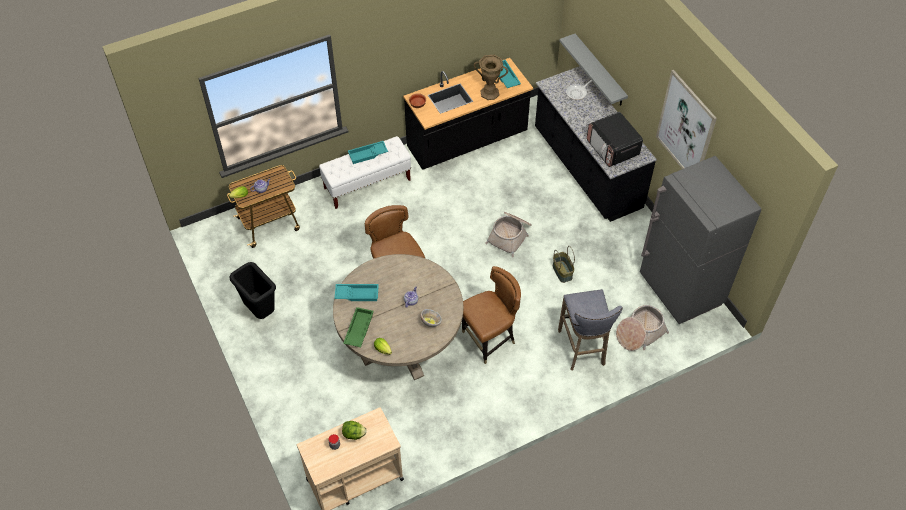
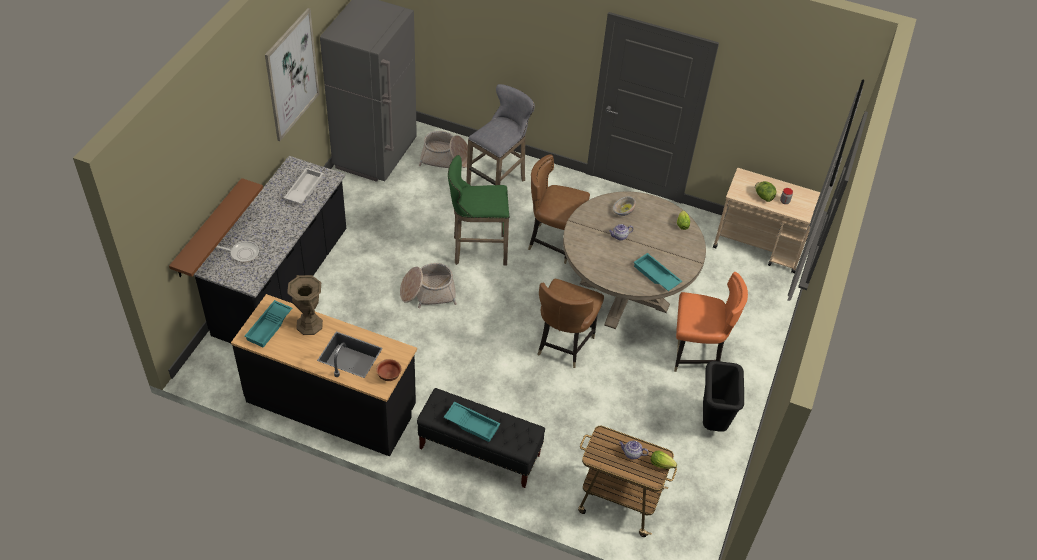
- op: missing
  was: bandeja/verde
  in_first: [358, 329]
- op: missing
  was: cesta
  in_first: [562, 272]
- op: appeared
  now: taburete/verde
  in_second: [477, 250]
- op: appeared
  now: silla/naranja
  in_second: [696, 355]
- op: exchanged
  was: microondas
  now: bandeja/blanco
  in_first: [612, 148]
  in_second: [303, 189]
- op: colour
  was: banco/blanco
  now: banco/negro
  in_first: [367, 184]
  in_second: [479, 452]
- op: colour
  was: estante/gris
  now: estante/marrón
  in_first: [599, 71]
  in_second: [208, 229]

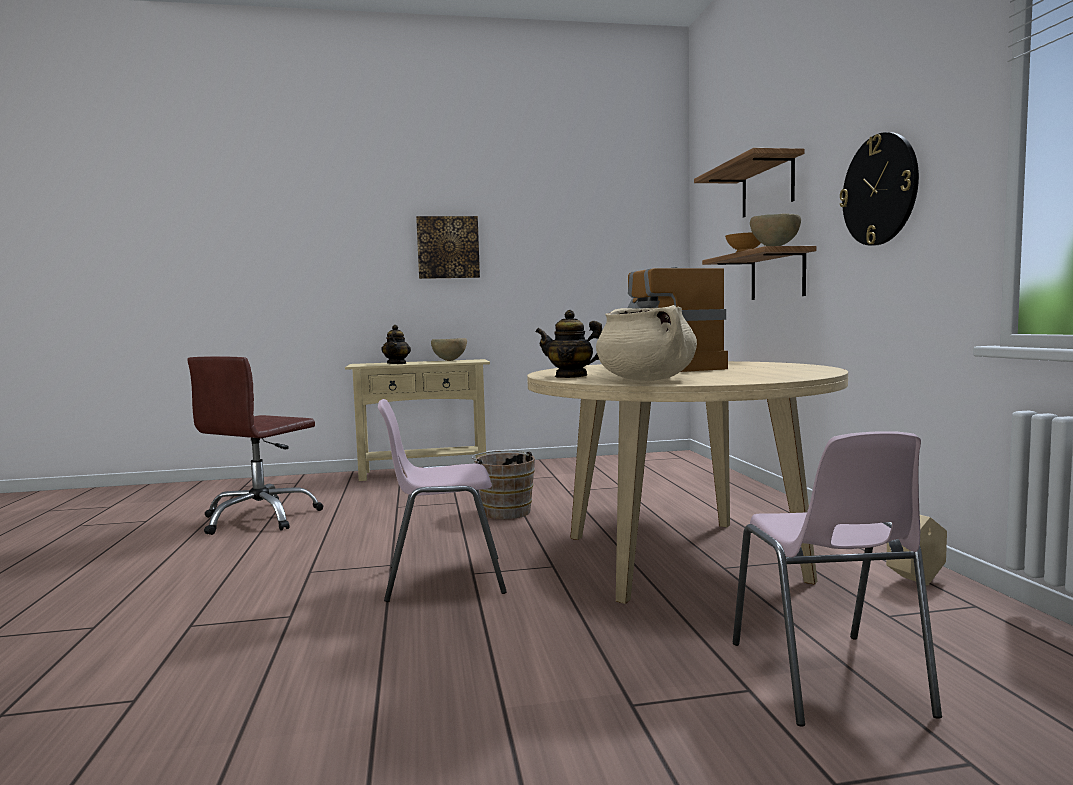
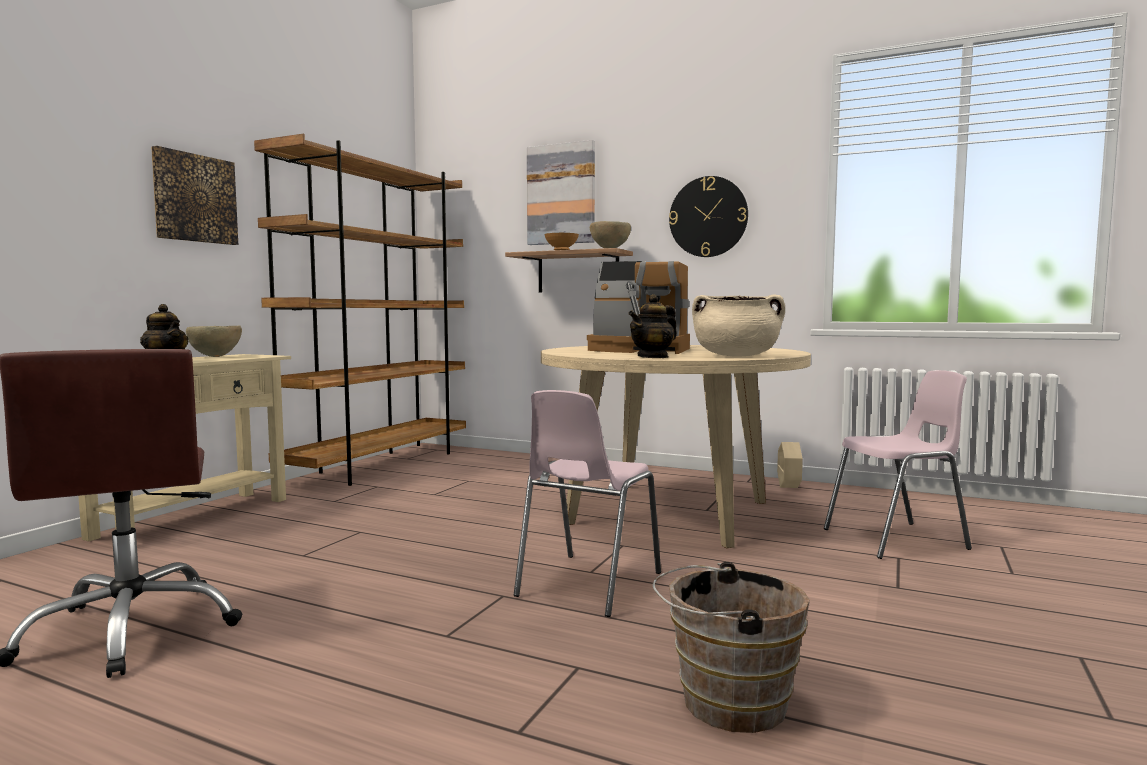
- op: appeared
  now: estantería/marrón
  in_second: [380, 465]
- op: relocated
  was: cubo/marrón
  in_first: [504, 511]
  in_second: [725, 701]
- op: exchanged
  was: estante
  now: cuadro
  in_first: [767, 187]
  in_second: [561, 194]
- op: spun
  was: silla/rosa
  in_first: [827, 678]
  in_second: [897, 540]
  clockwise: -45

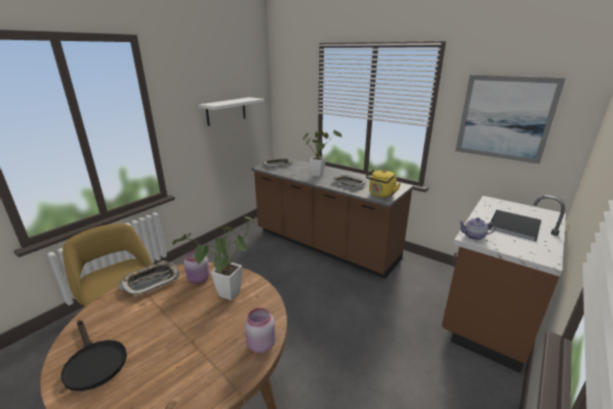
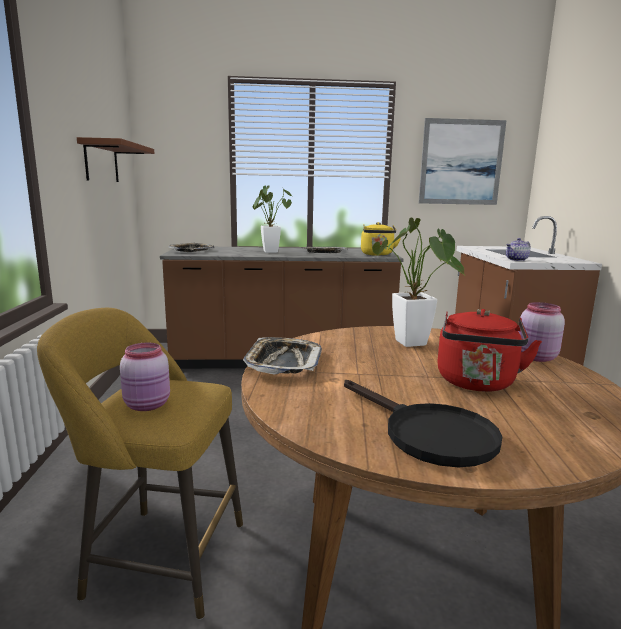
- op: appeared
  now: hervidor/rojo
  in_second: [476, 384]
- op: relocated
  was: tarro/rosa
  in_first: [199, 279]
  in_second: [148, 405]
- op: colour
  was: estante/blanco
  now: estante/marrón
  in_first: [226, 111]
  in_second: [101, 162]
- op: spun
  was: sartén/negro
  in_first: [93, 362]
  in_second: [427, 434]
  clockwise: 45

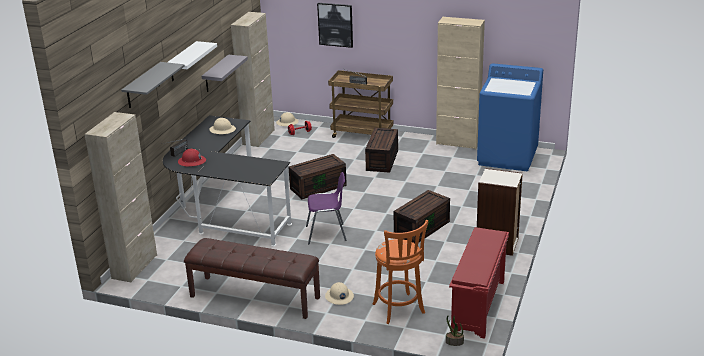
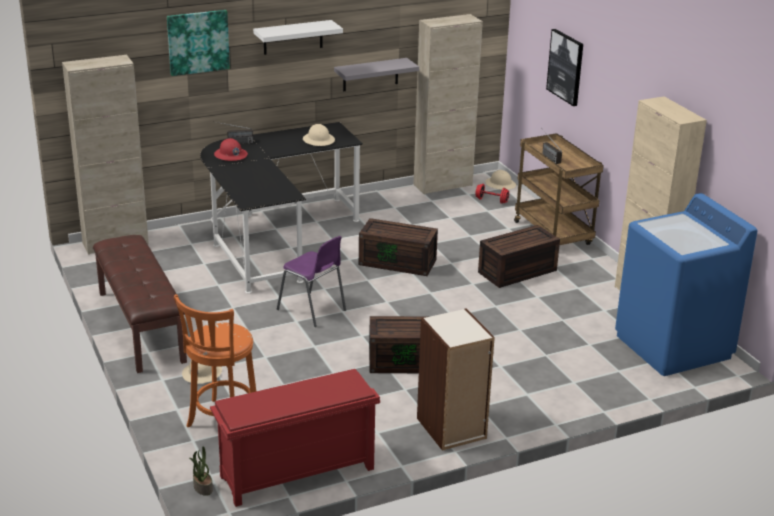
- op: exchanged
  was: estante/gris
  now: cuadro
  in_first: [143, 86]
  in_second: [198, 42]

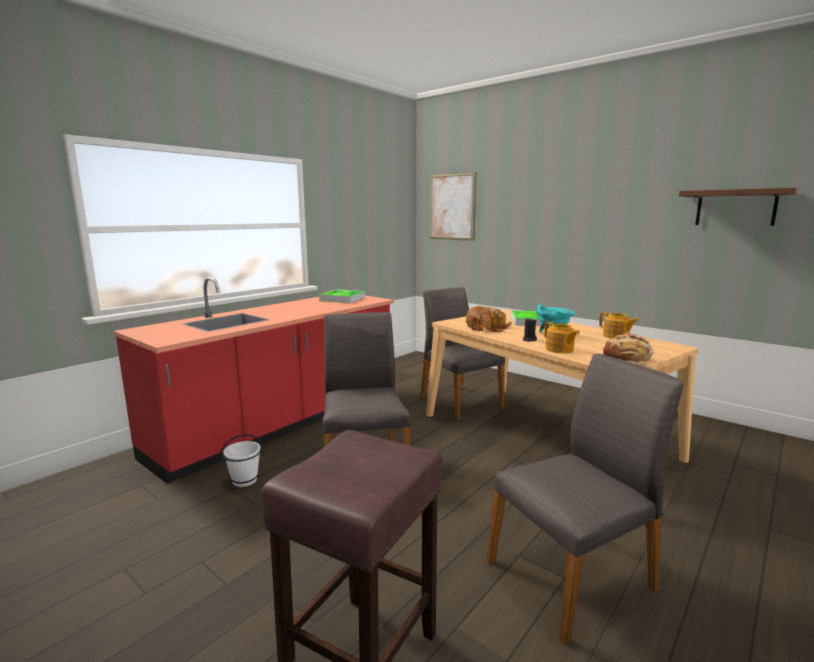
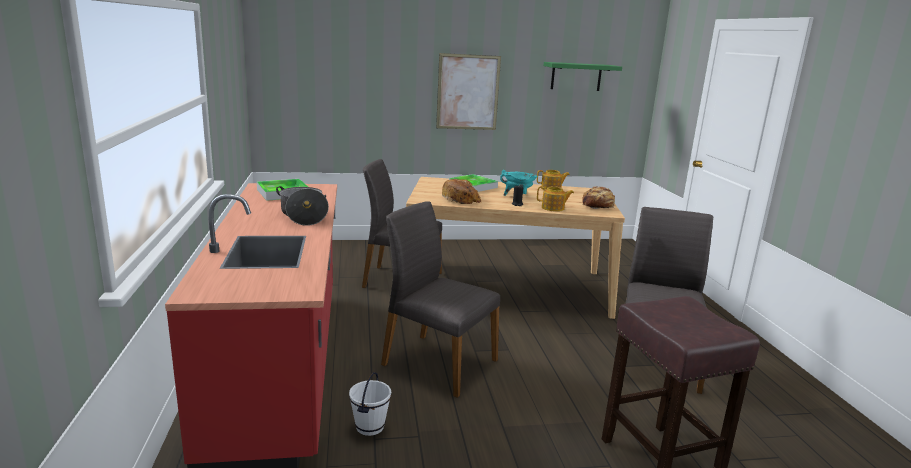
- op: appeared
  now: olla
  in_second: [303, 216]
- op: relocated
  was: cuadro
  in_first: [452, 207]
  in_second: [468, 92]
- op: colour
  was: estante/marrón
  now: estante/verde
  in_first: [735, 208]
  in_second: [576, 76]

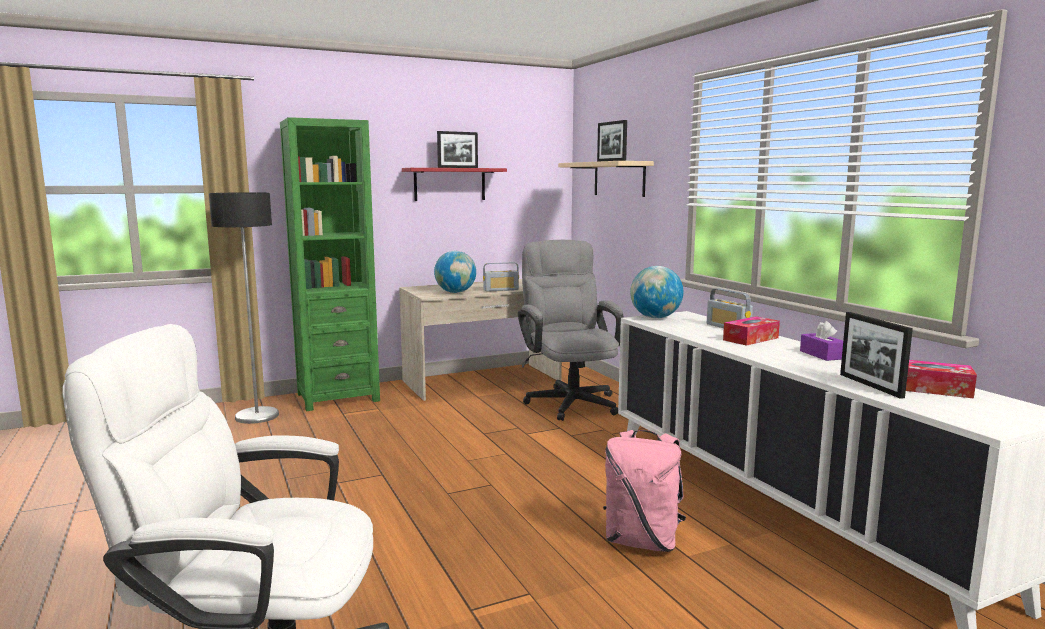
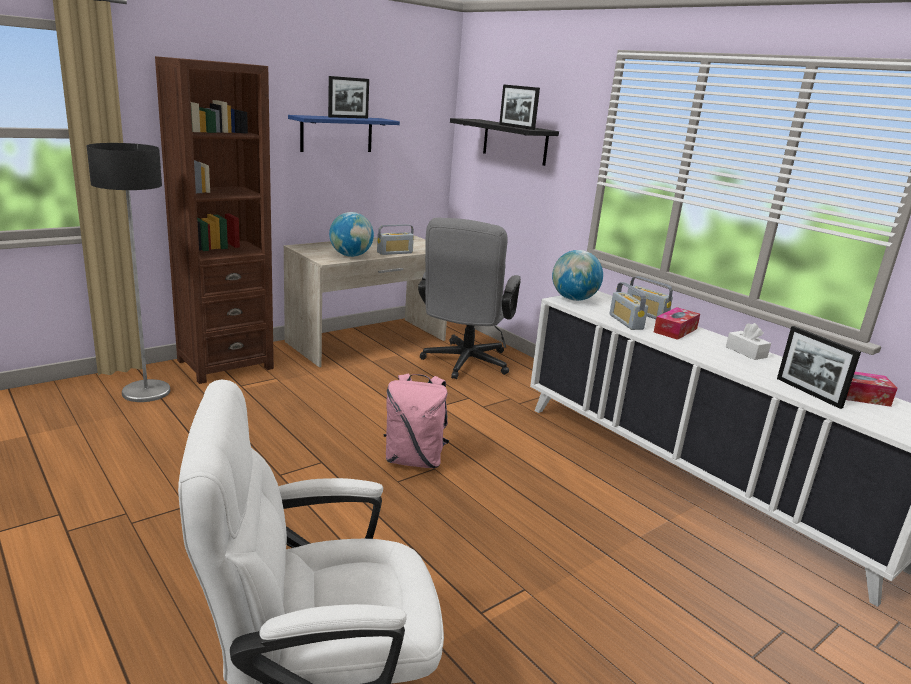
- op: appeared
  now: radio
  in_second: [626, 322]
- op: relocated
  was: mochila/rosa
  in_first: [642, 541]
  in_second: [414, 460]
- op: colour
  was: estantería/verde
  now: estantería/marrón
  in_first: [338, 397]
  in_second: [225, 364]
- op: colour
  was: estante/rojo
  now: estante/azul
  in_first: [449, 184]
  in_second: [336, 134]
- op: colour
  was: estante/beis
  now: estante/negro
  in_first: [619, 179]
  in_second: [515, 142]
- op: colour
  was: caja de pañuelos/morado
  now: caja de pañuelos/blanco
  in_first: [821, 355]
  in_second: [746, 352]
- op: spun
  was: silla de oficina/gris
  in_first: [569, 400]
  in_second: [463, 364]
  clockwise: -135

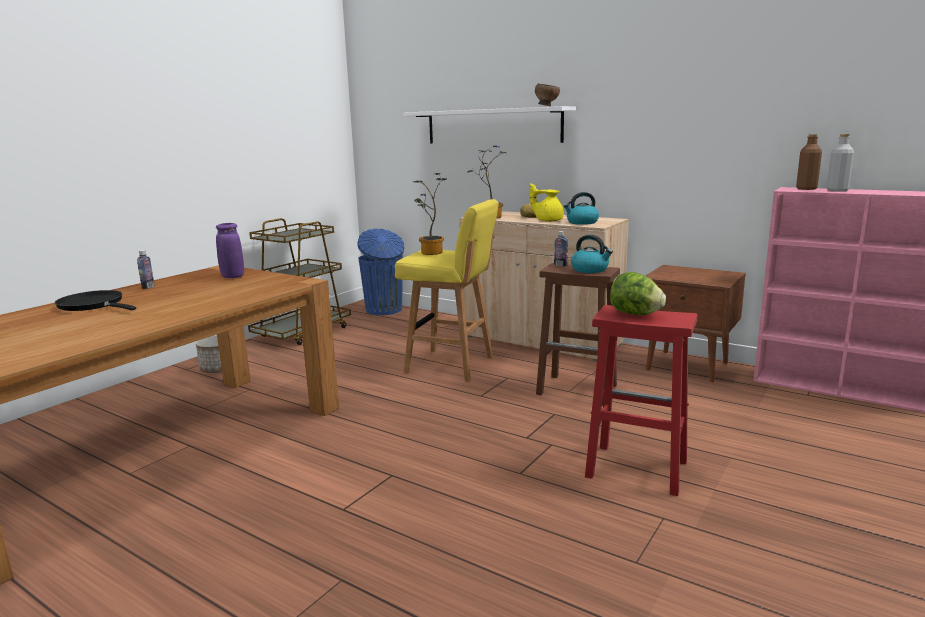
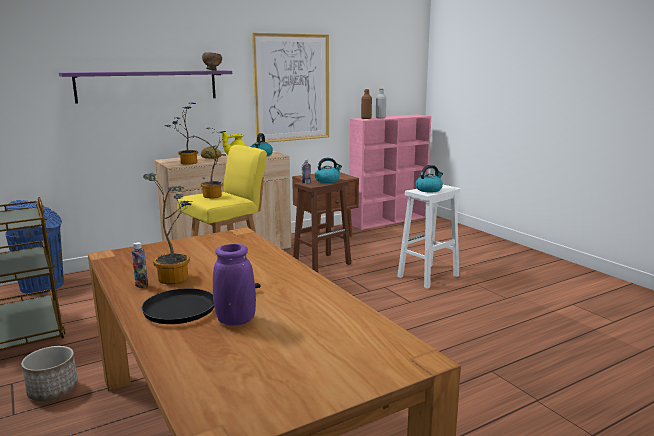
- op: appeared
  now: planta en maceta
  in_second: [176, 277]
- op: appeared
  now: cuadro
  in_second: [292, 88]
- op: relocated
  was: florero/morado
  in_first: [232, 277]
  in_second: [235, 320]
- op: exchanged
  was: lechuga
  now: hervidor
  in_first: [635, 314]
  in_second: [429, 190]
- op: colour
  was: estante/blanco
  now: estante/morado
  in_first: [492, 126]
  in_second: [148, 86]
- op: colour
  was: taburete/rojo
  now: taburete/blanco
  in_first: [634, 469]
  in_second: [427, 276]

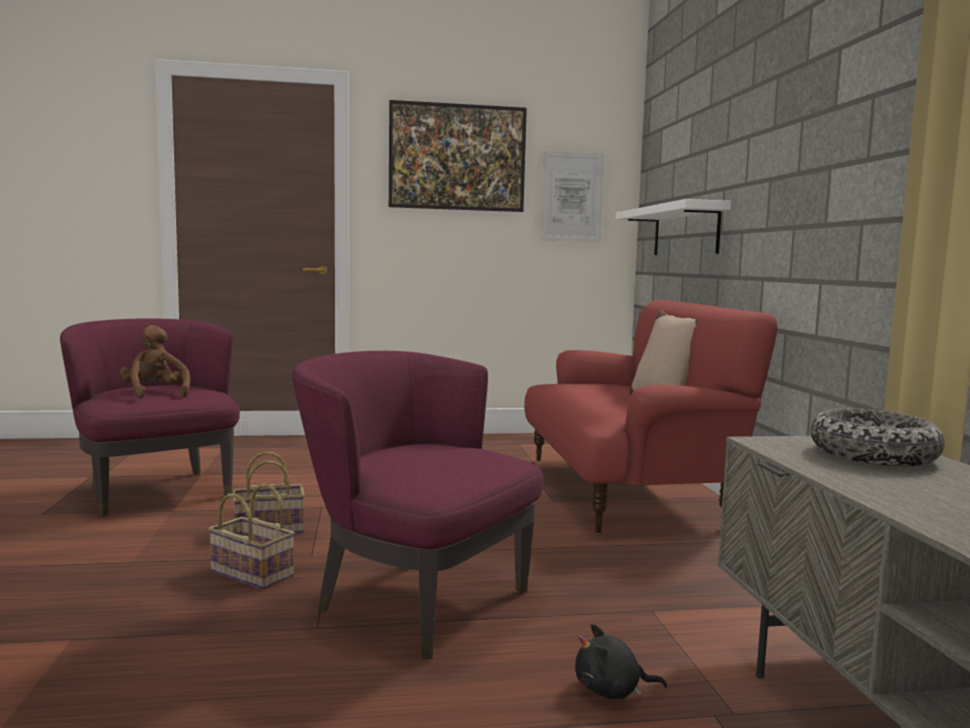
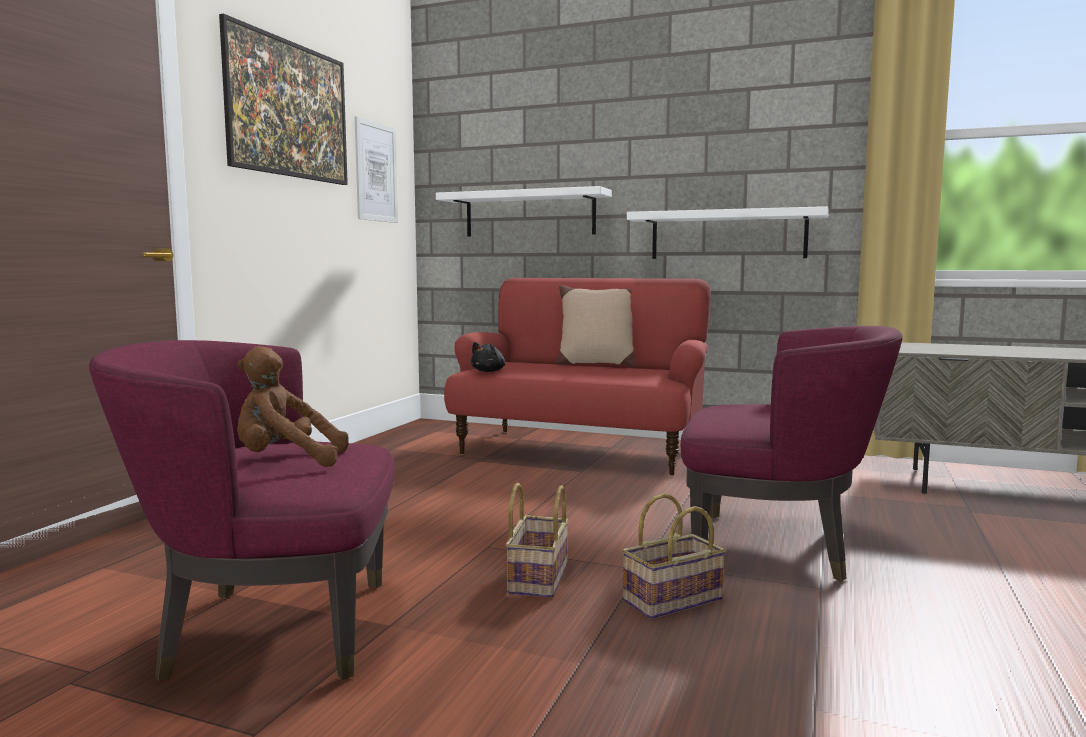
- op: missing
  was: cuenco
  in_first: [873, 455]
- op: appeared
  now: estante/blanco
  in_second: [727, 235]
- op: relocated
  was: peluche/negro
  in_first: [612, 690]
  in_second: [489, 371]
- op: spun
  was: sillón/morado
  in_first: [416, 600]
  in_second: [777, 547]
  clockwise: -135

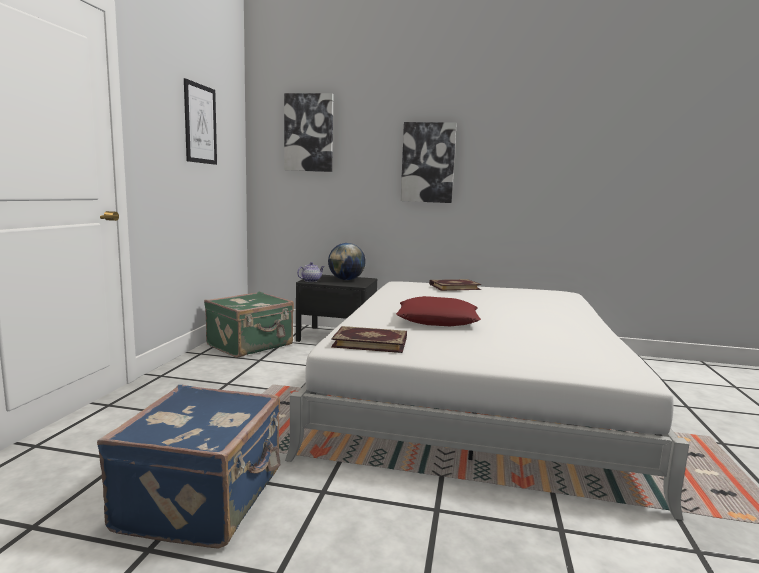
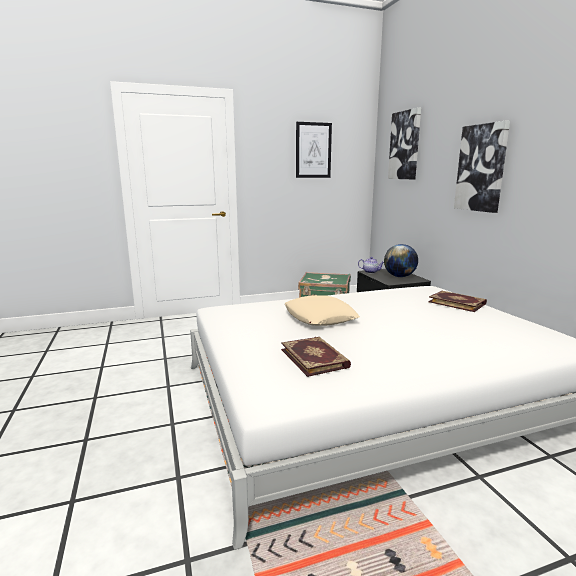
- op: missing
  was: maleta/azul
  in_first: [204, 500]
- op: relocated
  was: libro
  in_first: [370, 342]
  in_second: [315, 358]
- op: colour
  was: cojín/rojo
  now: cojín/beis
  in_first: [437, 320]
  in_second: [320, 317]

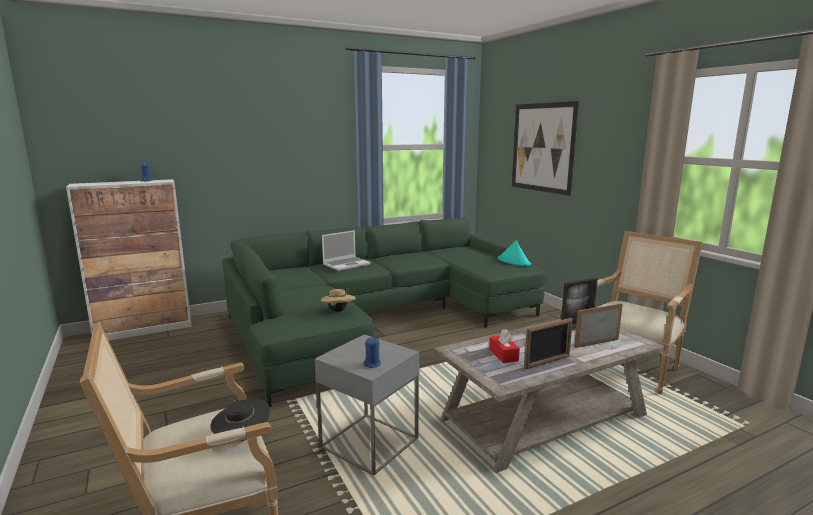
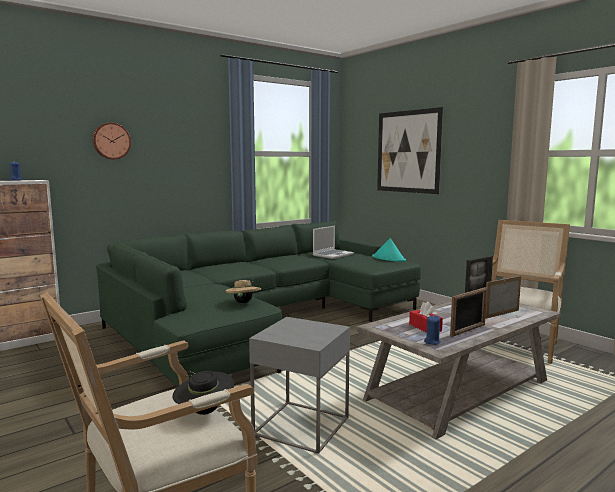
- op: appeared
  now: reloj de pared
  in_second: [111, 141]
- op: relocated
  was: portátil
  in_first: [346, 264]
  in_second: [333, 255]
- op: relocated
  was: vela/azul
  in_first: [372, 364]
  in_second: [432, 342]

